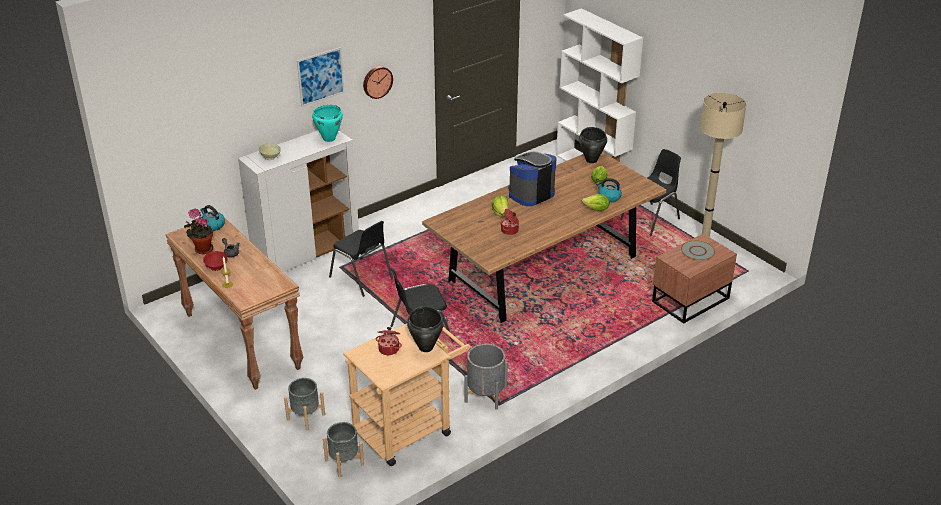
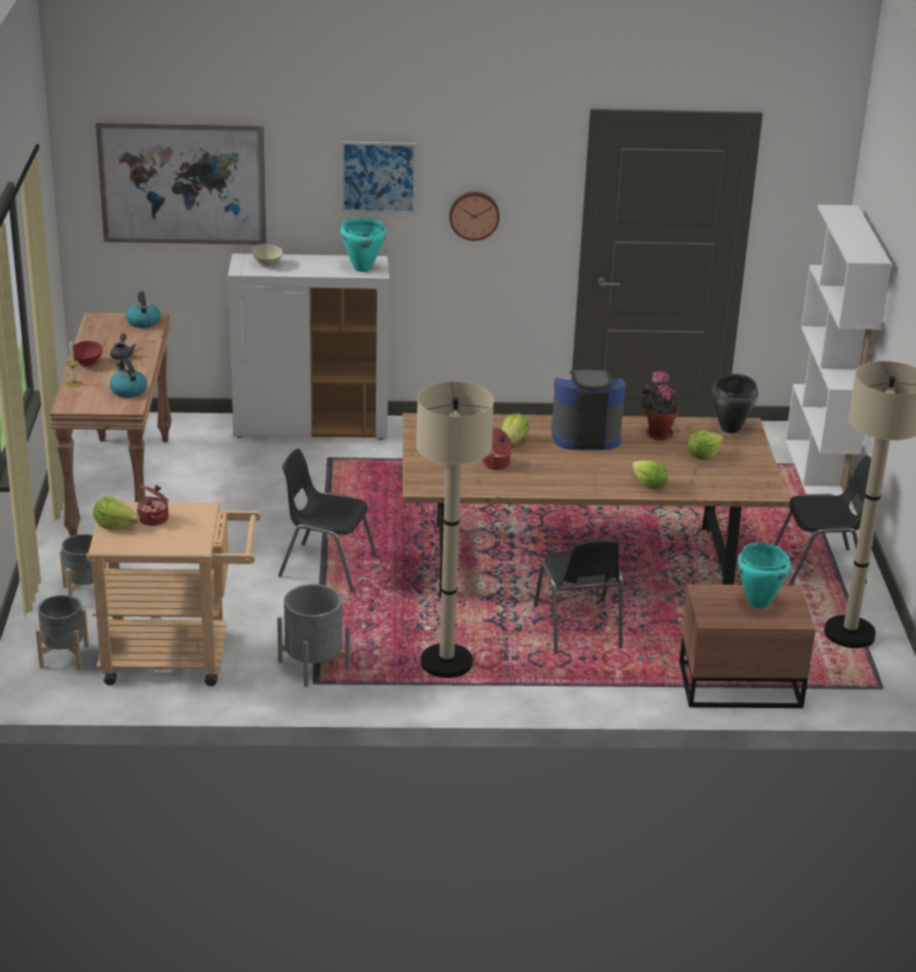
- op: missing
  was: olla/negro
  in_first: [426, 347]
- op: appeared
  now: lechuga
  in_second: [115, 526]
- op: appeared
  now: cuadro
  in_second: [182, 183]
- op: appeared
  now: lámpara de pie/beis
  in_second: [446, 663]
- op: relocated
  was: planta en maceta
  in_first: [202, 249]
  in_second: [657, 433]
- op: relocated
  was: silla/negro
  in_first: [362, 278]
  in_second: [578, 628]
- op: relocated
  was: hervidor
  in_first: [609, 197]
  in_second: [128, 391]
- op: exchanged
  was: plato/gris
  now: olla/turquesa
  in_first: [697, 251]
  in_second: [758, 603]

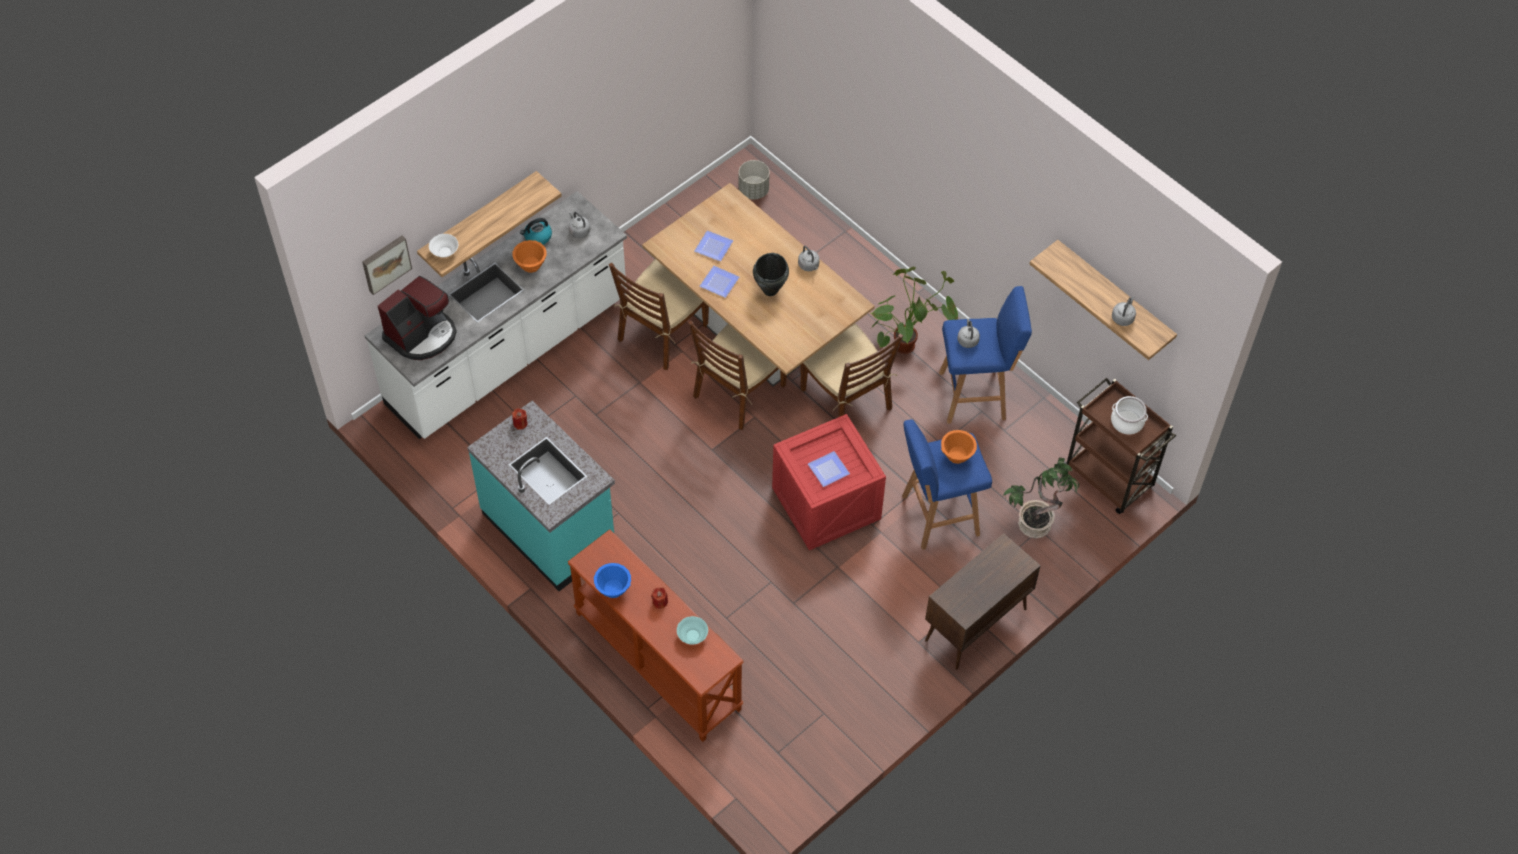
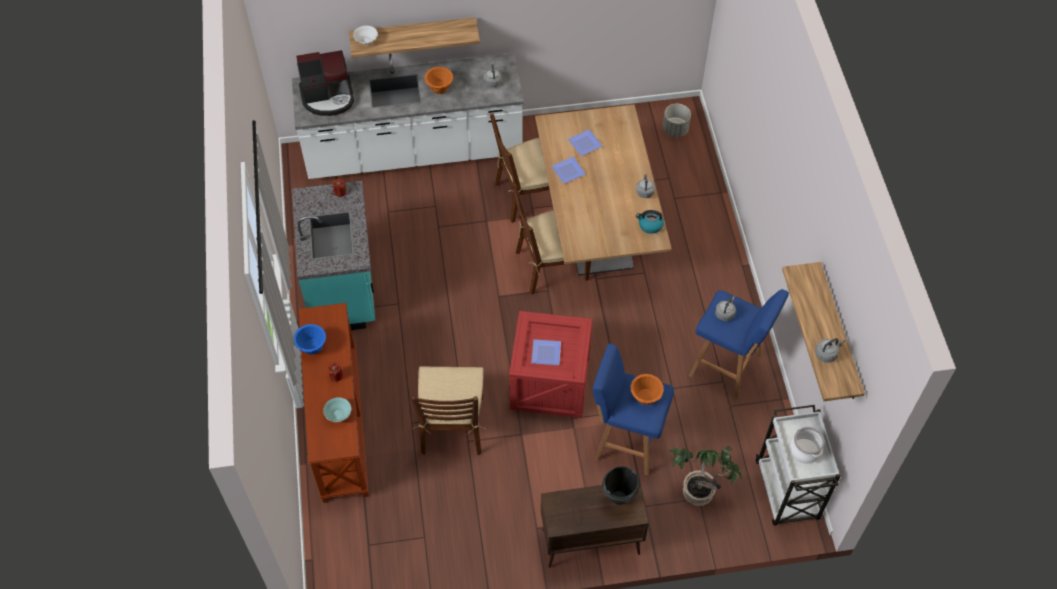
- op: missing
  was: cuadro
  in_first: [385, 263]
- op: missing
  was: planta en maceta
  in_first: [908, 338]
- op: relocated
  was: hervidor
  in_first: [537, 237]
  in_second: [650, 225]
- op: relocated
  was: olla/negro
  in_first: [770, 290]
  in_second: [619, 498]
- op: relocated
  was: silla/marrón
  in_first: [847, 399]
  in_second: [452, 426]
- op: colour
  was: carrito/marrón
  now: carrito/blanco
  in_first: [1109, 478]
  in_second: [787, 492]

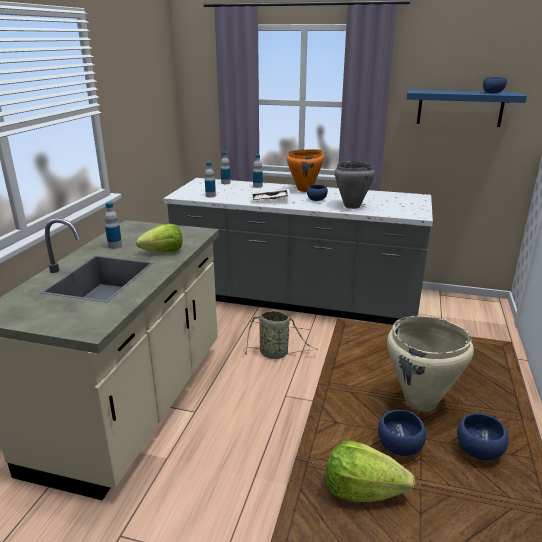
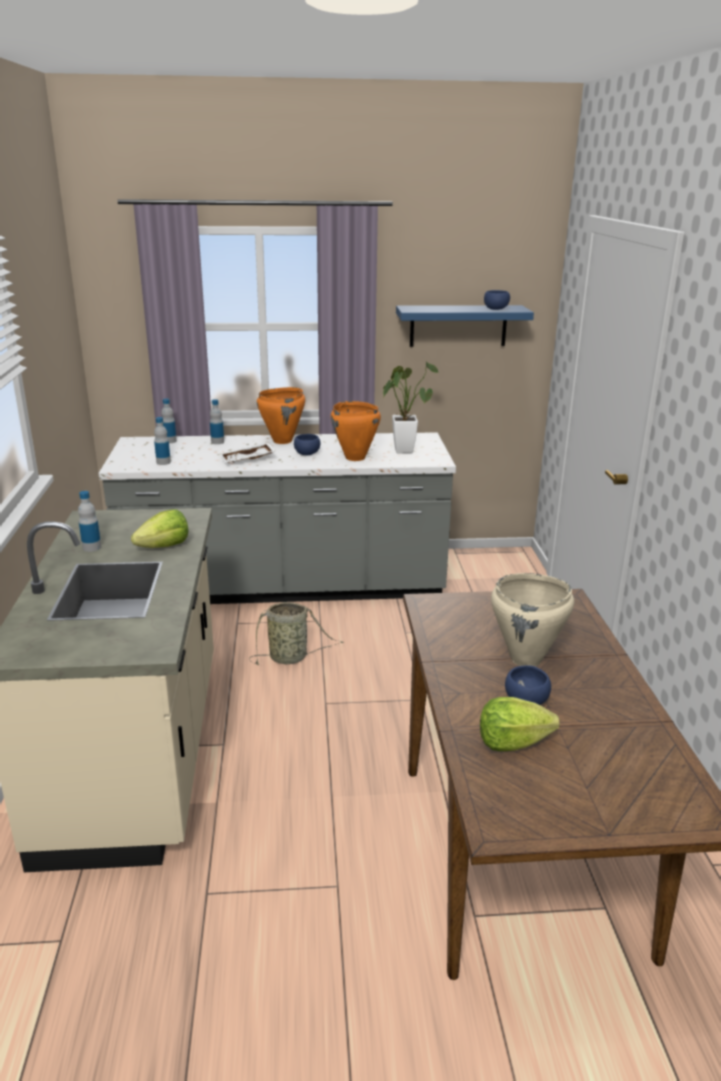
- op: missing
  was: cuenco/azul
  in_first: [477, 450]
- op: appeared
  now: planta en maceta
  in_second: [403, 449]
- op: colour
  was: olla/gris
  now: olla/naranja
  in_first: [352, 206]
  in_second: [355, 458]

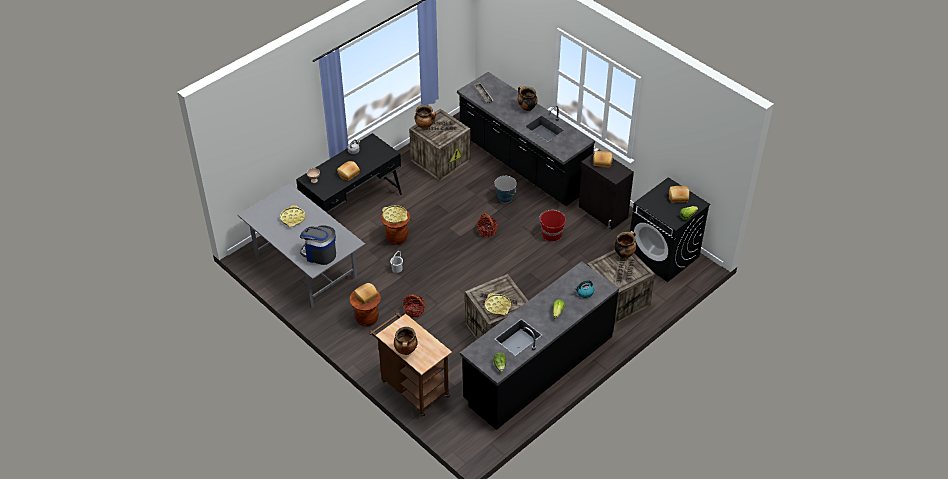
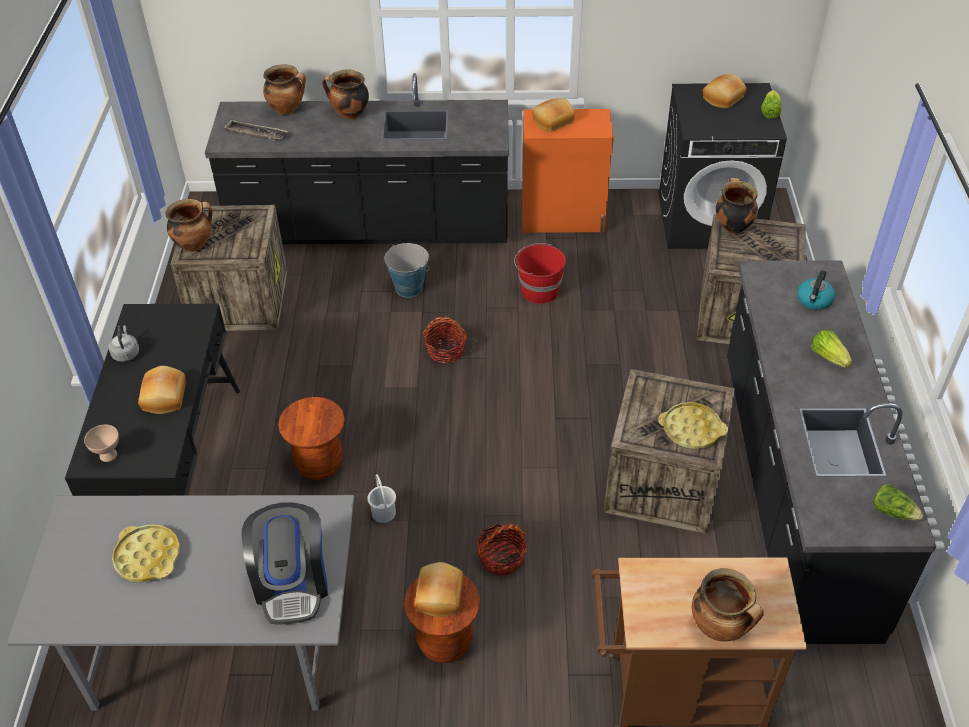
- op: missing
  was: bandeja/amarillo
  in_first: [395, 216]
- op: appeared
  now: olla
  in_second: [287, 109]
- op: colour
  was: armario/negro
  now: armario/naranja
  in_first: [602, 212]
  in_second: [563, 219]
- op: spun
  was: cafetera
  in_first: [319, 254]
  in_second: [292, 583]
  clockwise: -75

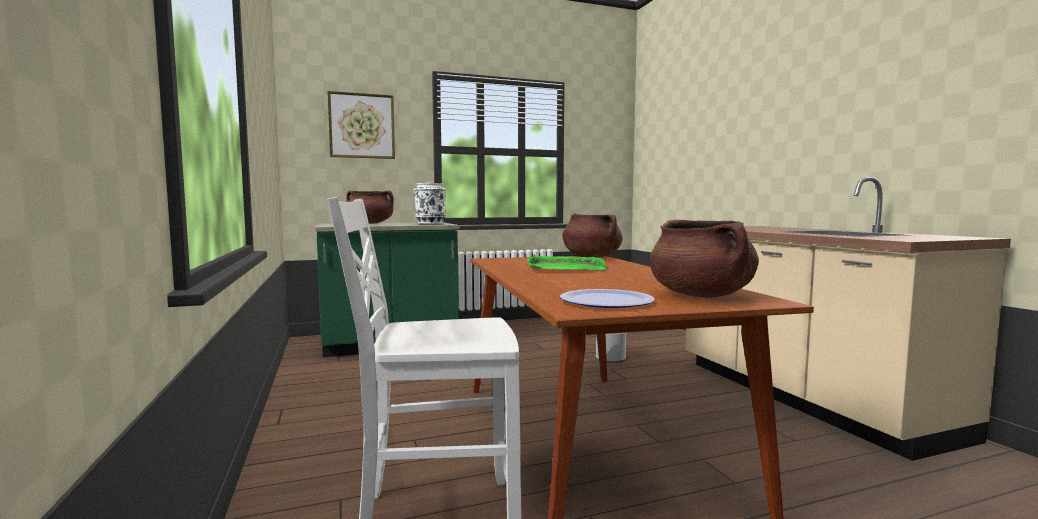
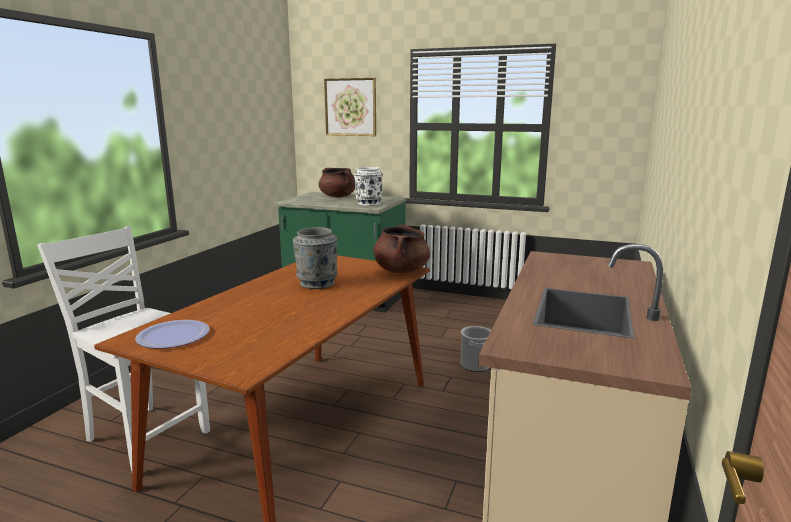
- op: missing
  was: olla/marrón
  in_first: [701, 295]
- op: exchanged
  was: bandeja/verde
  now: florero/gris
  in_first: [565, 268]
  in_second: [317, 284]

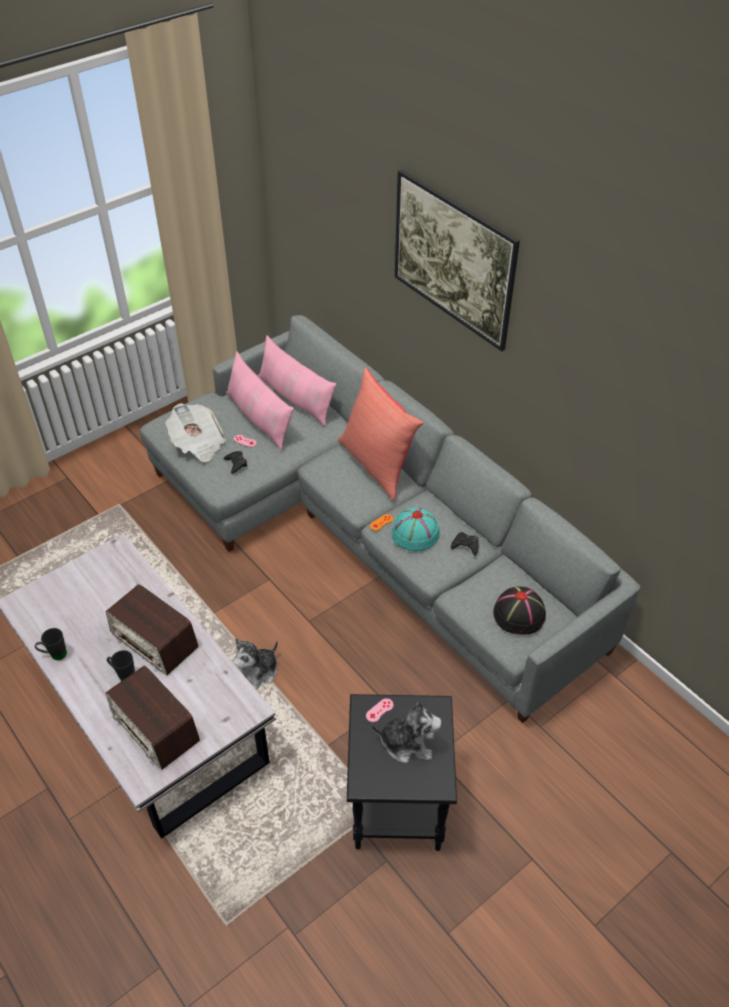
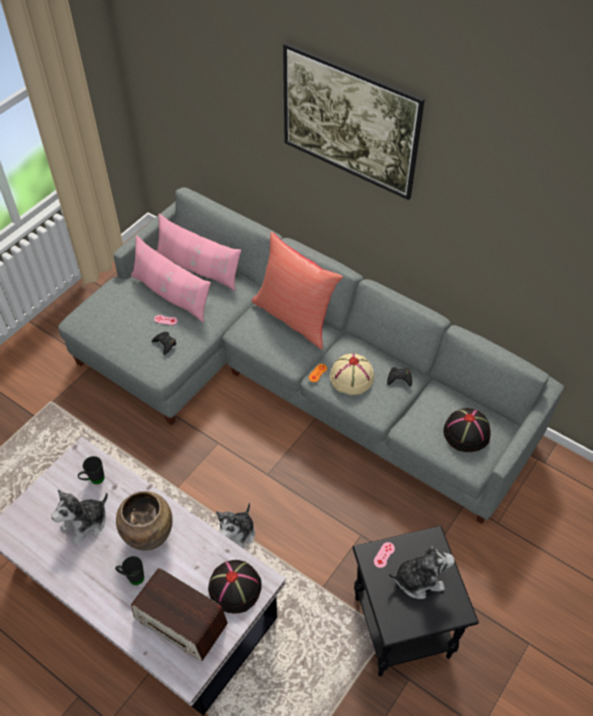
- op: missing
  was: periódico
  in_first: [197, 443]
- op: appeared
  now: peluche
  in_second: [85, 523]
- op: appeared
  now: sombrero/negro
  in_second: [235, 587]
- op: relocated
  was: taza grande/negro
  in_first: [54, 655]
  in_second: [93, 480]
- op: exchanged
  was: radio
  now: florero/marrón
  in_first: [155, 641]
  in_second: [150, 536]
- op: colour
  was: sombrero/turquesa
  now: sombrero/beis
  in_first: [415, 534]
  in_second: [351, 377]

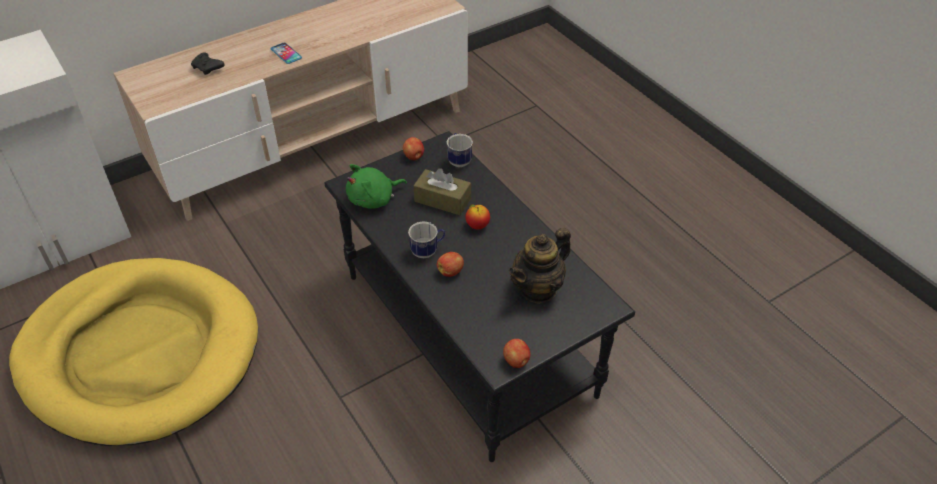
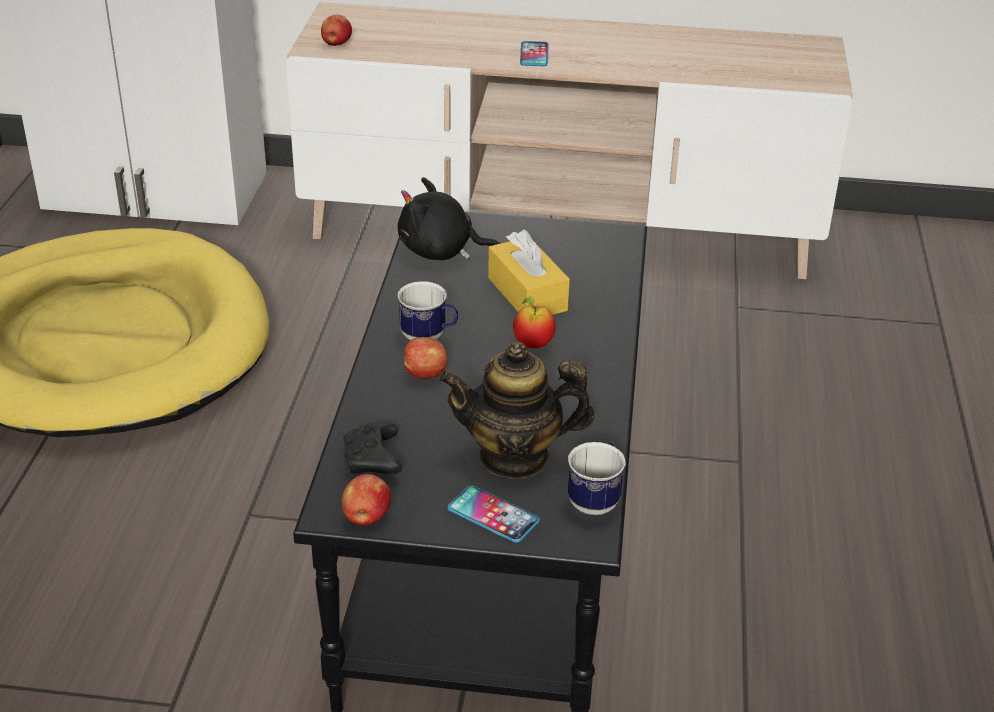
- op: appeared
  now: móvil
  in_second: [493, 515]
- op: relocated
  was: mando de consola/negro
  in_first: [208, 68]
  in_second: [373, 460]
- op: relocated
  was: manzana
  in_first: [414, 157]
  in_second: [336, 44]
- op: relocated
  was: taza grande
  in_first: [458, 160]
  in_second: [596, 499]
- op: colour
  was: peluche/verde
  now: peluche/negro
  in_first: [374, 199]
  in_second: [441, 251]
- op: colour
  was: caja de pañuelos/marrón
  now: caja de pañuelos/amarillo
  in_first: [442, 200]
  in_second: [527, 294]

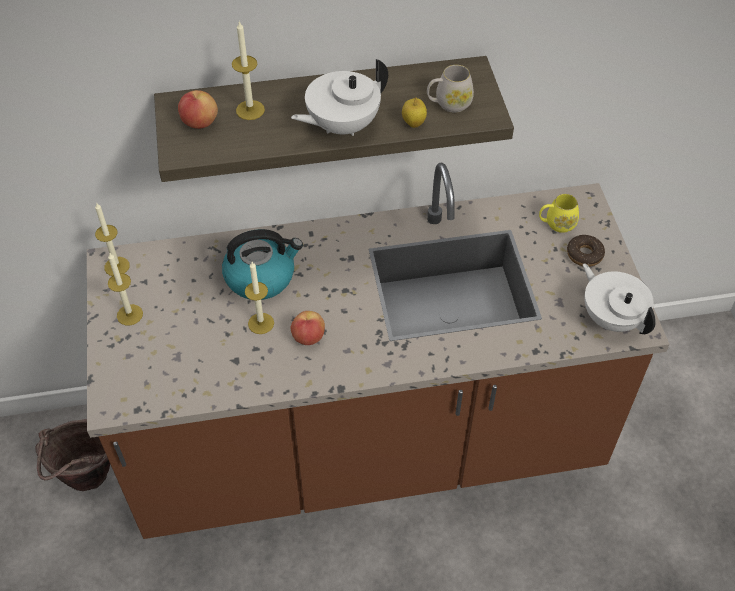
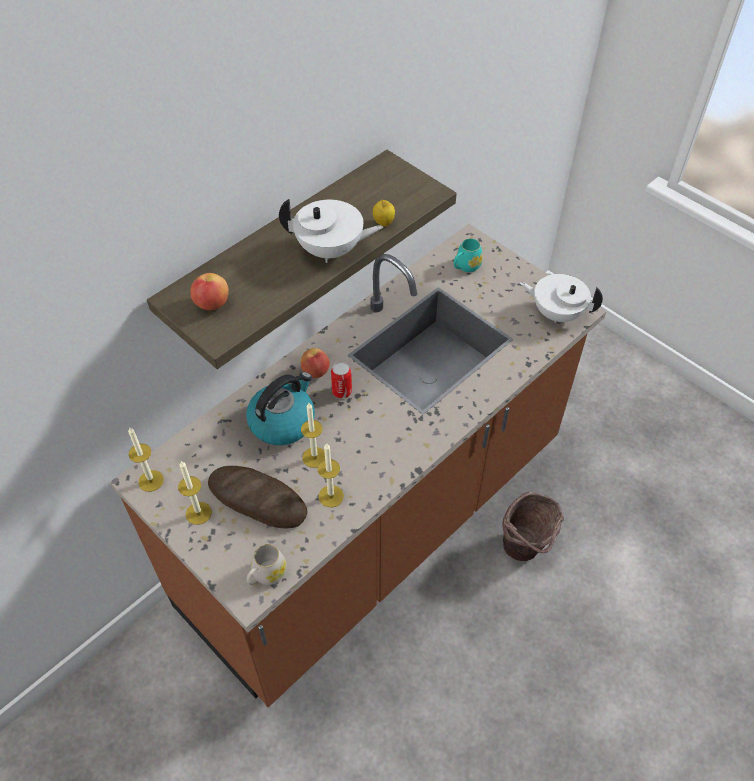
- op: missing
  was: rosquilla
  in_first: [584, 254]
- op: appeared
  now: pan
  in_second: [257, 500]
- op: appeared
  now: lata
  in_second: [342, 391]
- op: relocated
  was: cubo/marrón
  in_first: [87, 482]
  in_second: [524, 551]
- op: relocated
  was: vela
  in_first: [250, 110]
  in_second: [331, 496]
- op: relocated
  was: manzana
  in_first: [308, 337]
  in_second: [315, 372]
- op: relocated
  was: taza grande/blanco
  in_first: [448, 104]
  in_second: [266, 575]
- op: colour
  was: taza grande/amarillo
  now: taza grande/turquesa
  in_first: [556, 224]
  in_second: [465, 266]
- op: spun
  was: tetera/blanco
  in_first: [342, 125]
  in_second: [330, 250]
  clockwise: -105

